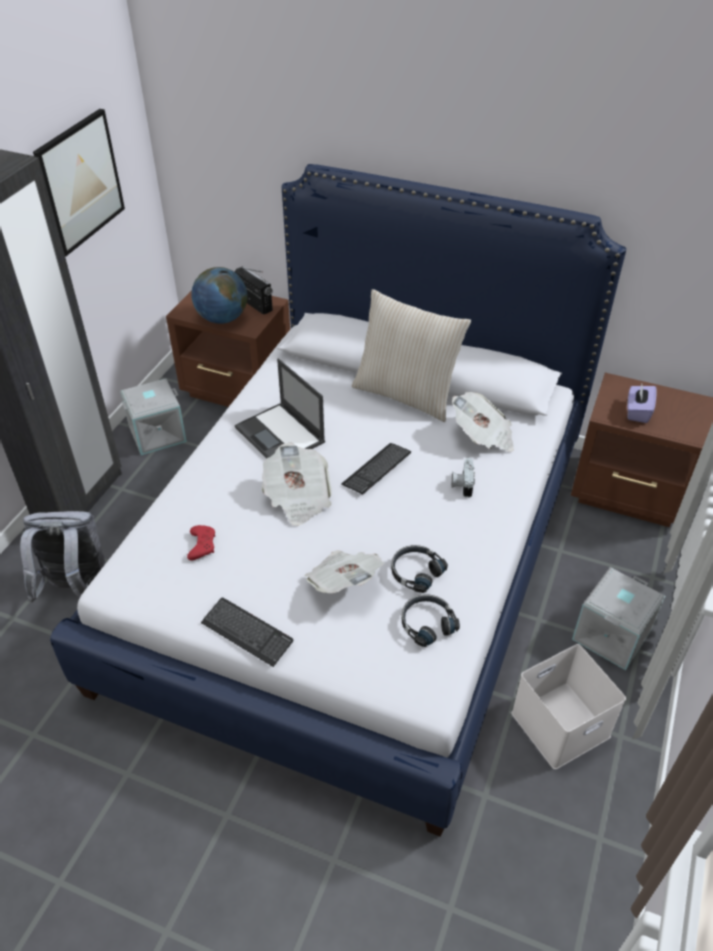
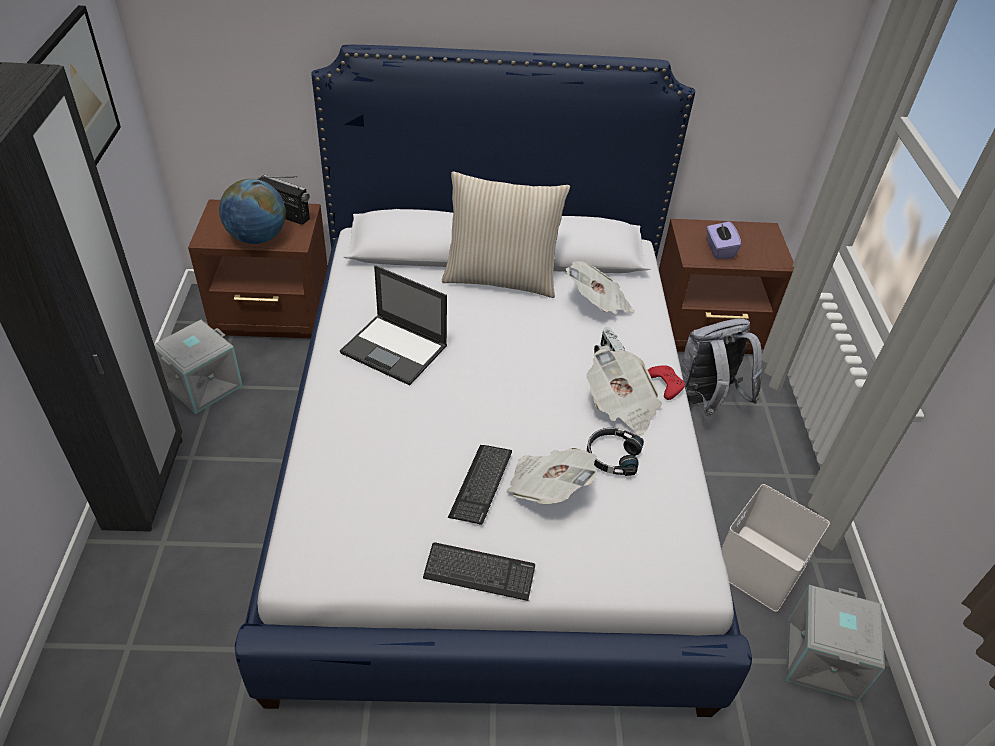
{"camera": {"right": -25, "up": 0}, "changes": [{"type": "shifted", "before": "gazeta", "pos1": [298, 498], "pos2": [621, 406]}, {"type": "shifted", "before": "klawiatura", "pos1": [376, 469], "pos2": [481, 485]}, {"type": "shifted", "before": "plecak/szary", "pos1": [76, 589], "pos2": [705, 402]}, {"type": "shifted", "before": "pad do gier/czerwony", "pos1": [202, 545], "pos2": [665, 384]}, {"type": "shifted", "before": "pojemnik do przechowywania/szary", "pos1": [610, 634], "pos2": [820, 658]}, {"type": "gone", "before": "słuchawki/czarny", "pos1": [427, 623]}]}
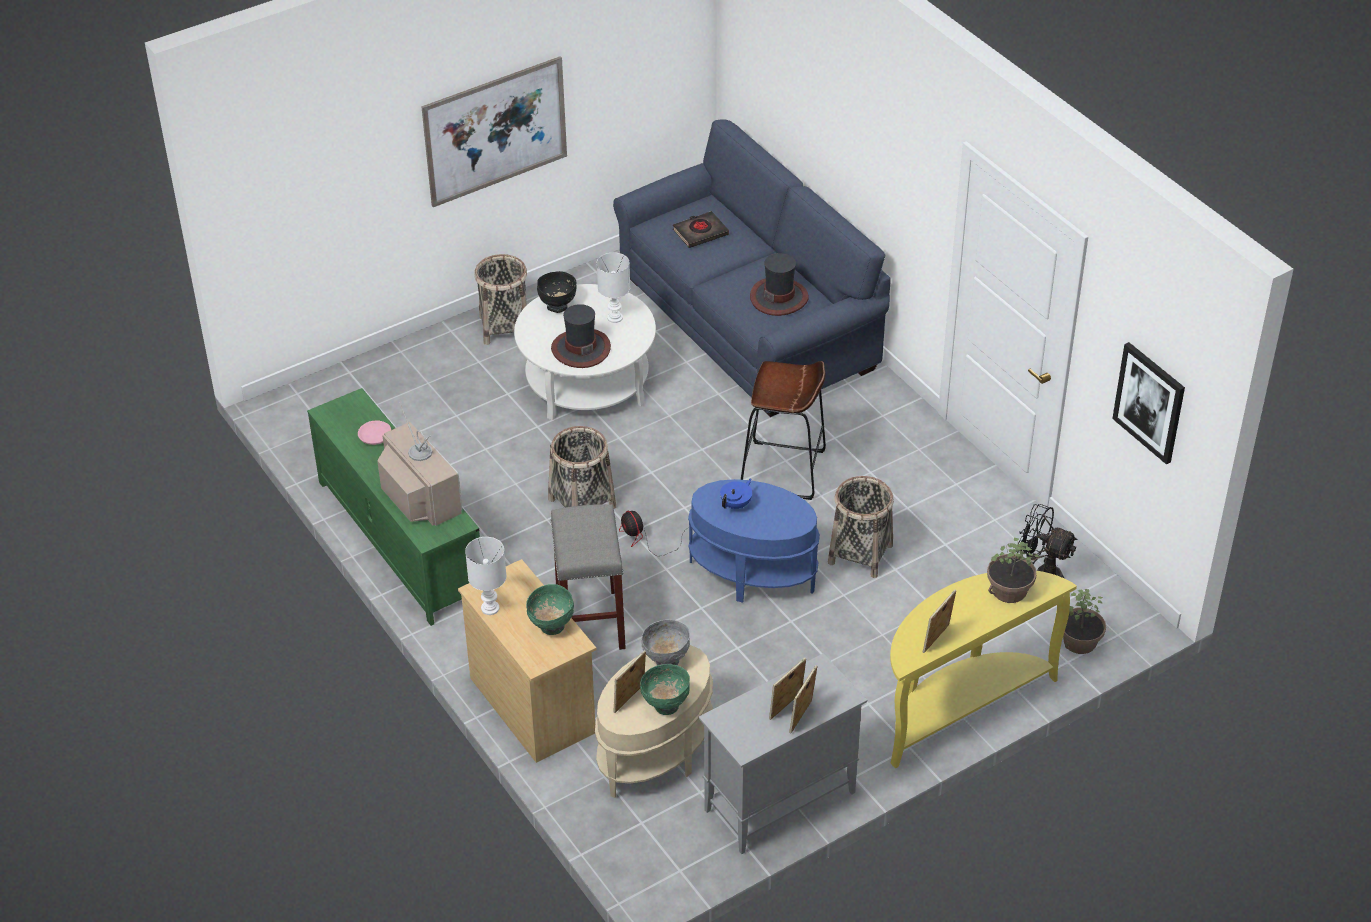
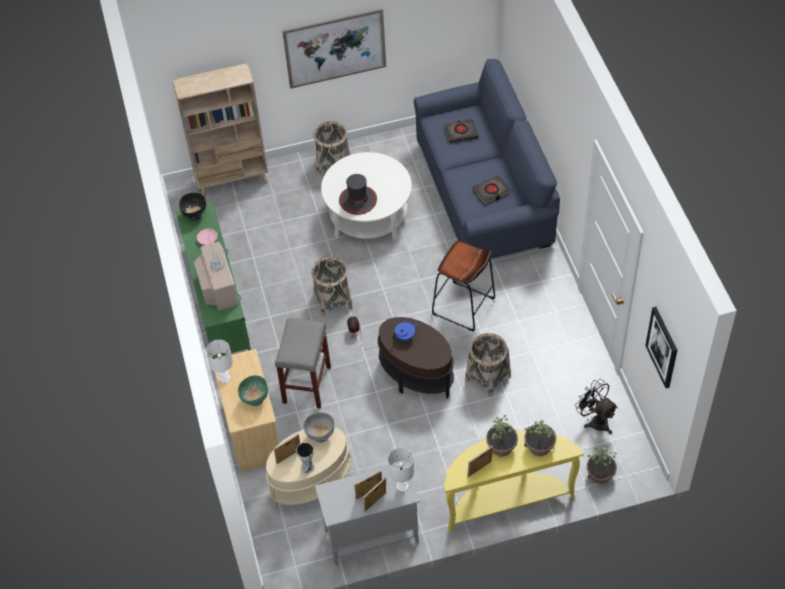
{"camera": {"right": 20, "up": 10}, "changes": [{"type": "shifted", "before": "lampa stołowa/biały", "pos1": [615, 317], "pos2": [403, 486]}, {"type": "swapped", "before": "kapelusz", "after": "książka/czarny", "pos1": [779, 297], "pos2": [491, 191]}, {"type": "shifted", "before": "miska/czarny", "pos1": [558, 307], "pos2": [195, 215]}, {"type": "repainted", "before": "stolik/niebieski", "after": "stolik/brązowy", "pos1": [752, 574], "pos2": [416, 375]}, {"type": "swapped", "before": "miska/zielony", "after": "wazon", "pos1": [666, 705], "pos2": [308, 467]}, {"type": "new", "after": "regał/beżowy", "pos2": [232, 180]}, {"type": "new", "after": "roślina doniczkowa", "pos2": [502, 446]}]}
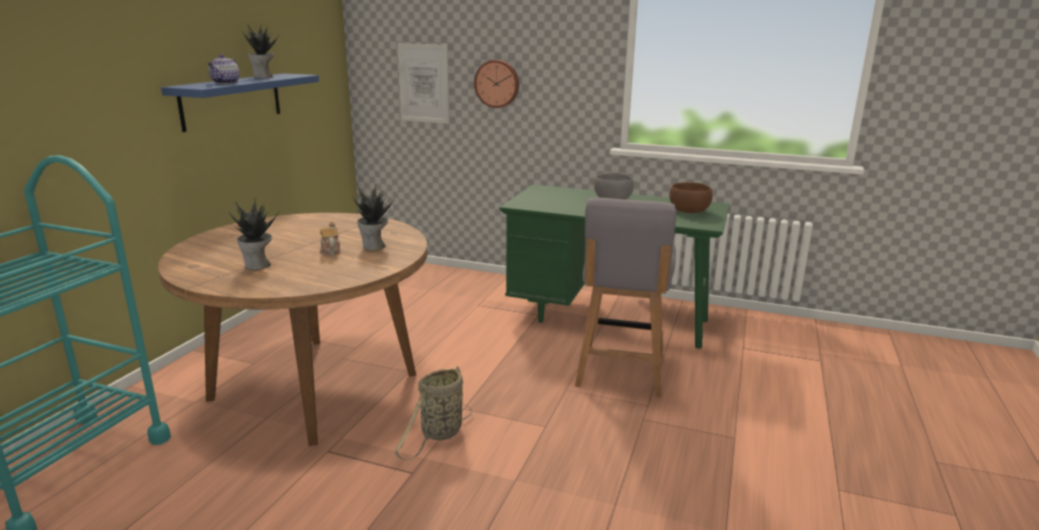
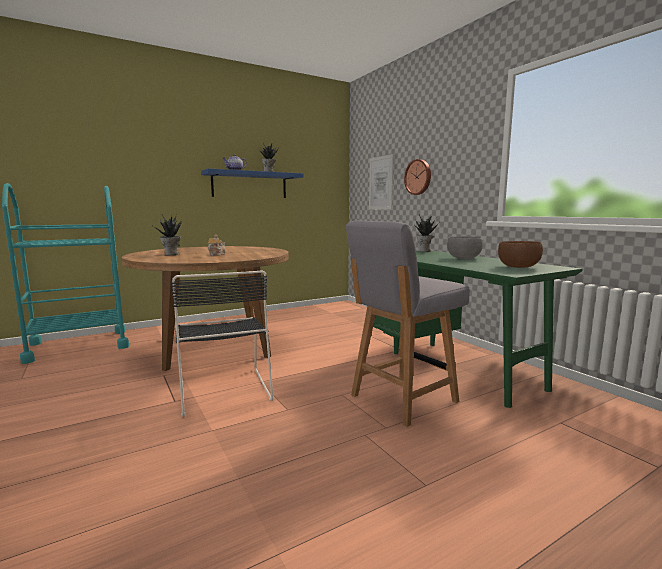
{"camera": {"right": 40, "up": -10}, "changes": [{"type": "shifted", "before": "roślina doniczkowa", "pos1": [374, 246], "pos2": [424, 251]}, {"type": "swapped", "before": "koszyk", "after": "krzesło/czarny", "pos1": [440, 434], "pos2": [223, 389]}]}
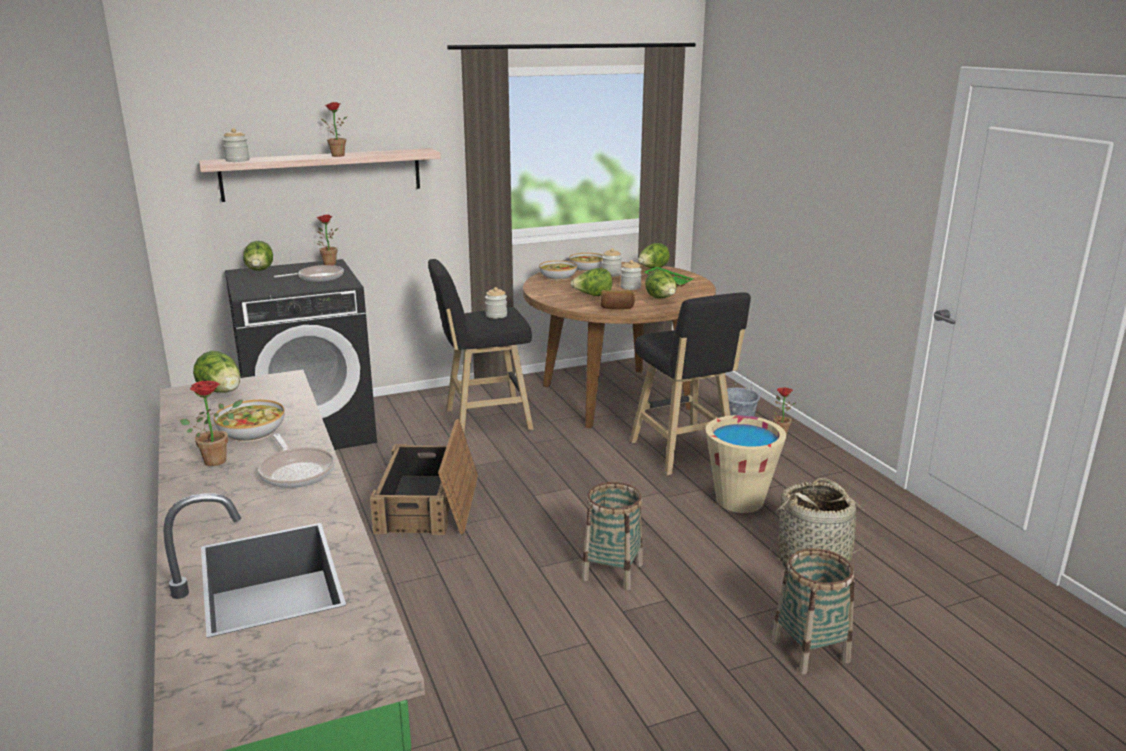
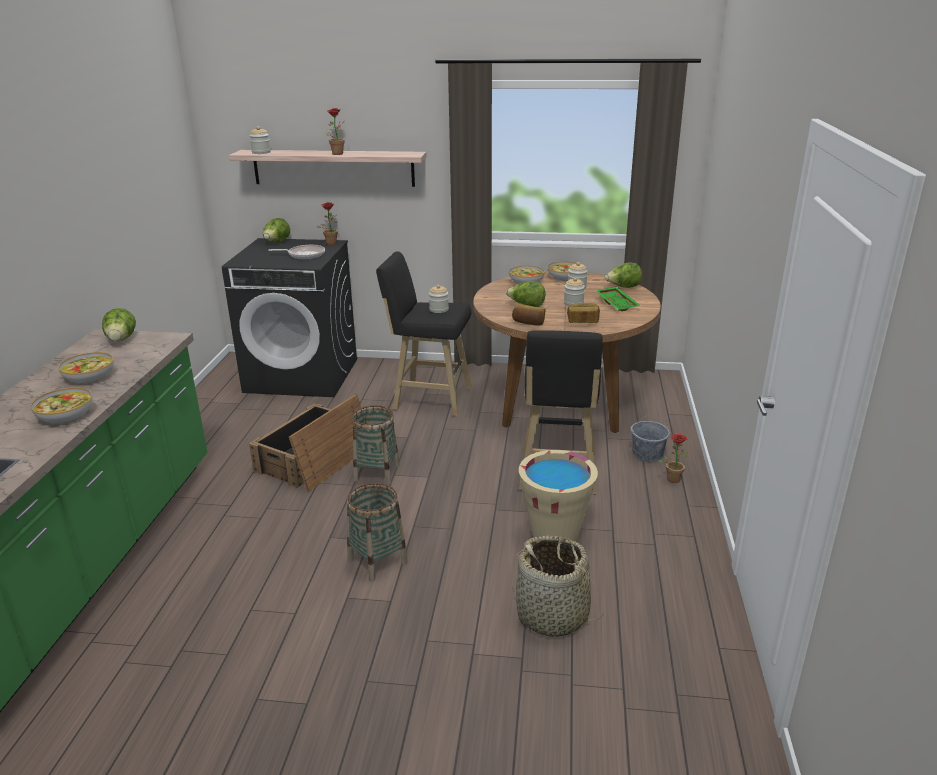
{"camera": {"right": 30, "up": 5}, "changes": [{"type": "swapped", "before": "sałata", "after": "chleb", "pos1": [661, 299], "pos2": [582, 321]}, {"type": "gone", "before": "roślina doniczkowa", "pos1": [219, 459]}, {"type": "swapped", "before": "patelnia", "after": "miska", "pos1": [296, 471], "pos2": [66, 415]}, {"type": "shifted", "before": "koszyk", "pos1": [810, 650], "pos2": [377, 472]}]}
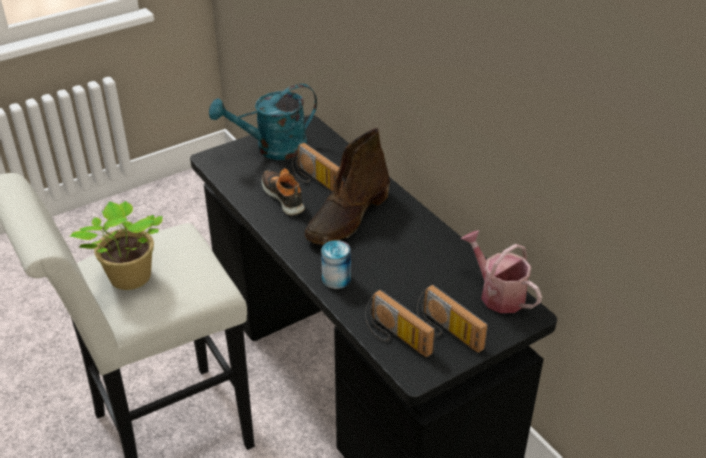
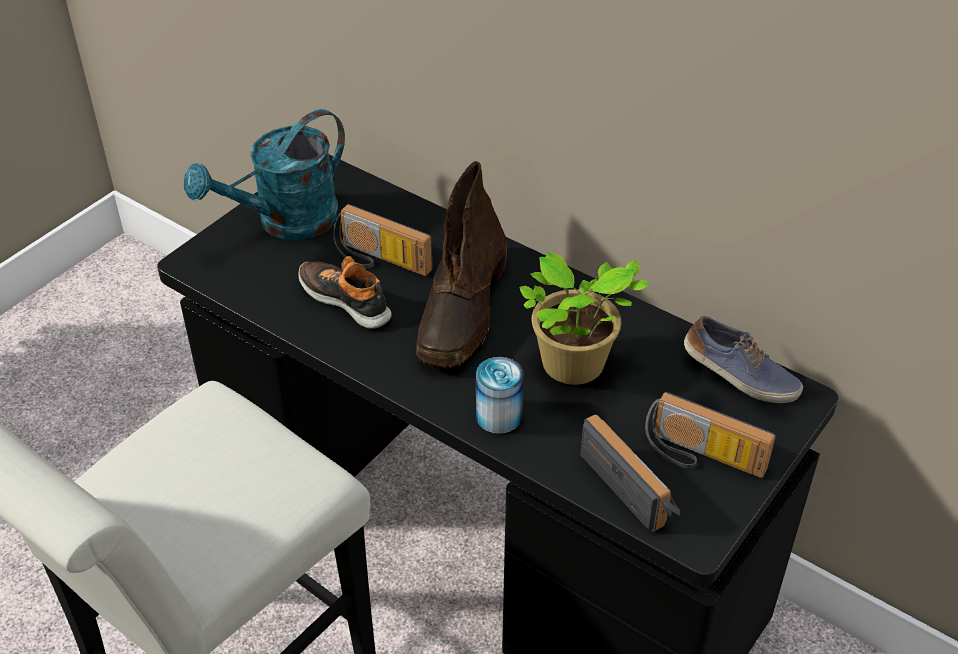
{"camera": {"right": -20, "up": 5}, "changes": [{"type": "shifted", "before": "roślina doniczkowa", "pos1": [128, 279], "pos2": [573, 367]}, {"type": "swapped", "before": "konewka", "after": "but", "pos1": [497, 293], "pos2": [739, 377]}, {"type": "rotated", "before": "radio", "pos1": [395, 337], "pos2": [633, 487], "turn": -150}]}
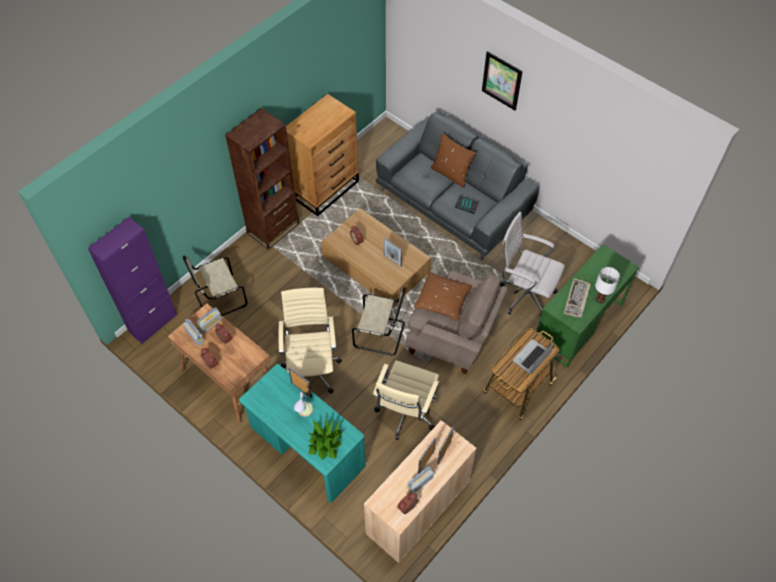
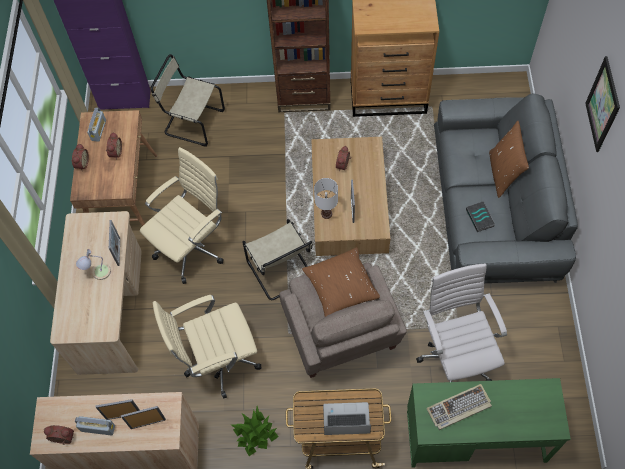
{"camera": {"right": 50, "up": 5}, "changes": [{"type": "shifted", "before": "lampa stołowa/biały", "pos1": [600, 299], "pos2": [326, 213]}, {"type": "gone", "before": "radio", "pos1": [210, 324]}, {"type": "repainted", "before": "biurko/turkusowy", "after": "biurko/beżowy", "pos1": [306, 448], "pos2": [112, 310]}, {"type": "shifted", "before": "roślina doniczkowa", "pos1": [325, 442], "pos2": [255, 433]}]}
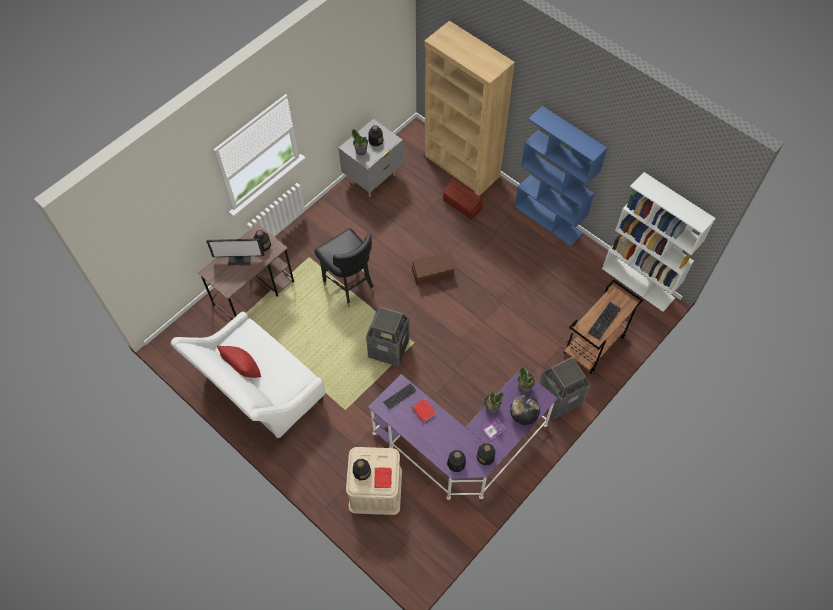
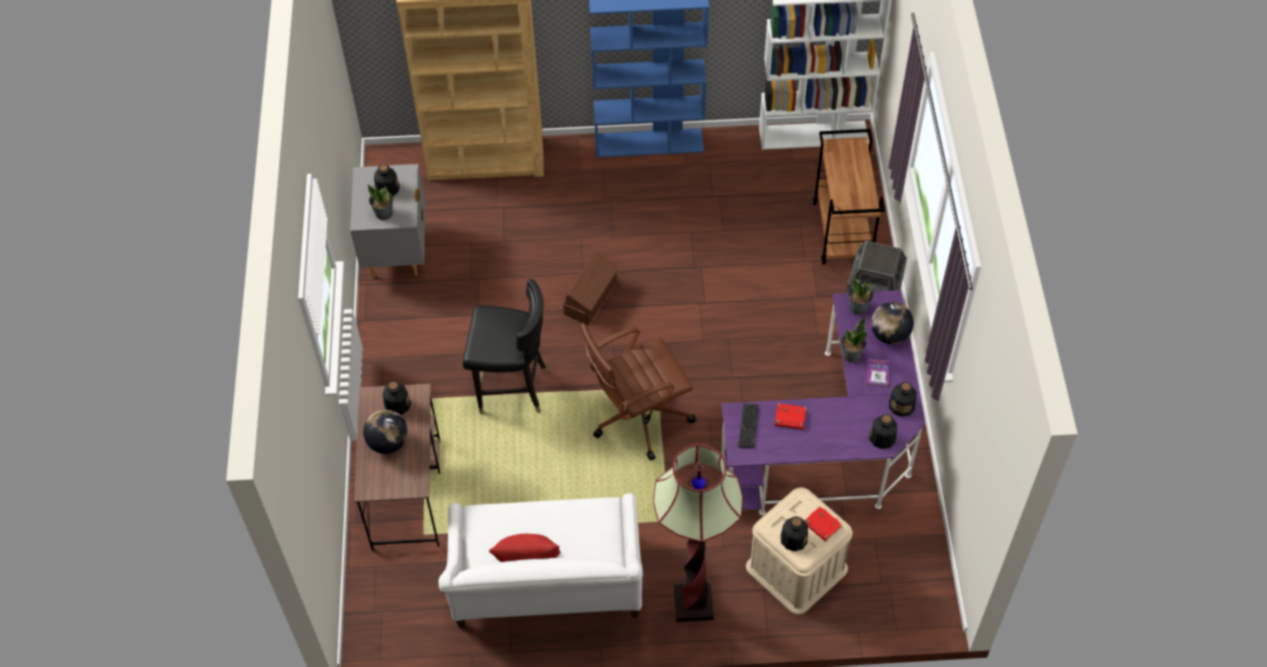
{"camera": {"right": -45, "up": -5}, "changes": [{"type": "gone", "before": "pojemnik do przechowywania/brązowy", "pos1": [462, 205]}, {"type": "swapped", "before": "monitor", "after": "globus", "pos1": [240, 259], "pos2": [388, 443]}, {"type": "gone", "before": "klawiatura", "pos1": [604, 322]}, {"type": "swapped", "before": "kosz na śmieci", "after": "krzesło biurowe/brązowy", "pos1": [389, 348], "pos2": [638, 416]}, {"type": "new", "after": "lampa stojąca", "pos2": [693, 603]}]}
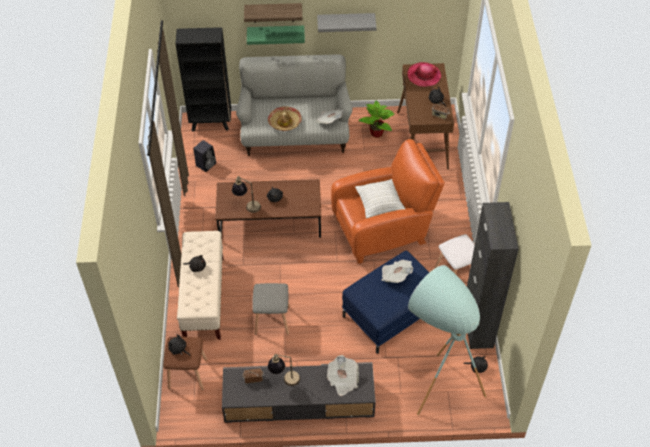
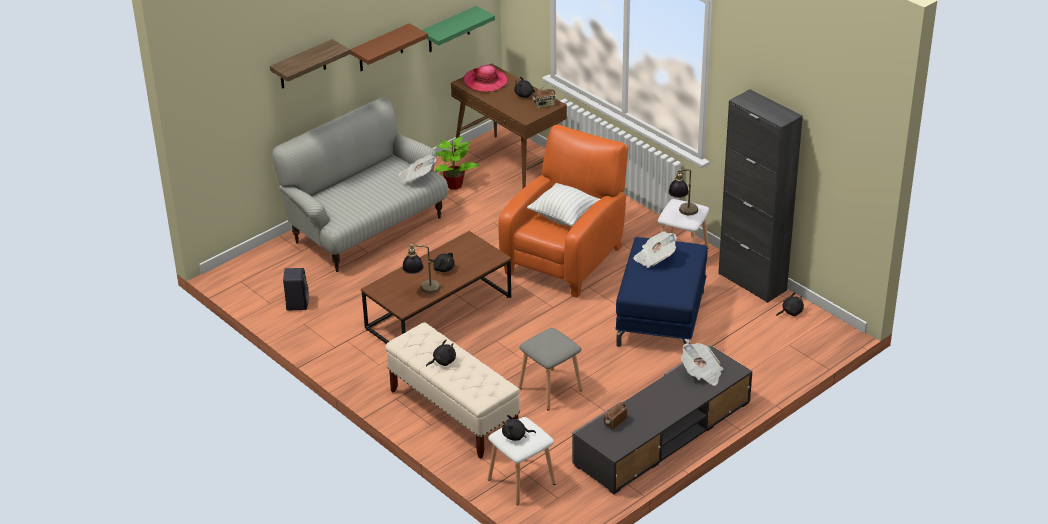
{"camera": {"right": -40, "up": -15}, "changes": [{"type": "repainted", "before": "półka/szary", "after": "półka/brązowy", "pos1": [345, 22], "pos2": [380, 48]}, {"type": "shifted", "before": "półka/zielony", "pos1": [276, 34], "pos2": [448, 30]}, {"type": "gone", "before": "regał/czarny", "pos1": [211, 123]}, {"type": "gone", "before": "kapelusz", "pos1": [285, 122]}, {"type": "gone", "before": "lampa stojąca/turkusowy", "pos1": [437, 378]}, {"type": "repainted", "before": "stołek/brązowy", "after": "stołek/biały", "pos1": [188, 373], "pos2": [522, 480]}, {"type": "shifted", "before": "lampa stołowa", "pos1": [284, 379], "pos2": [682, 213]}]}
